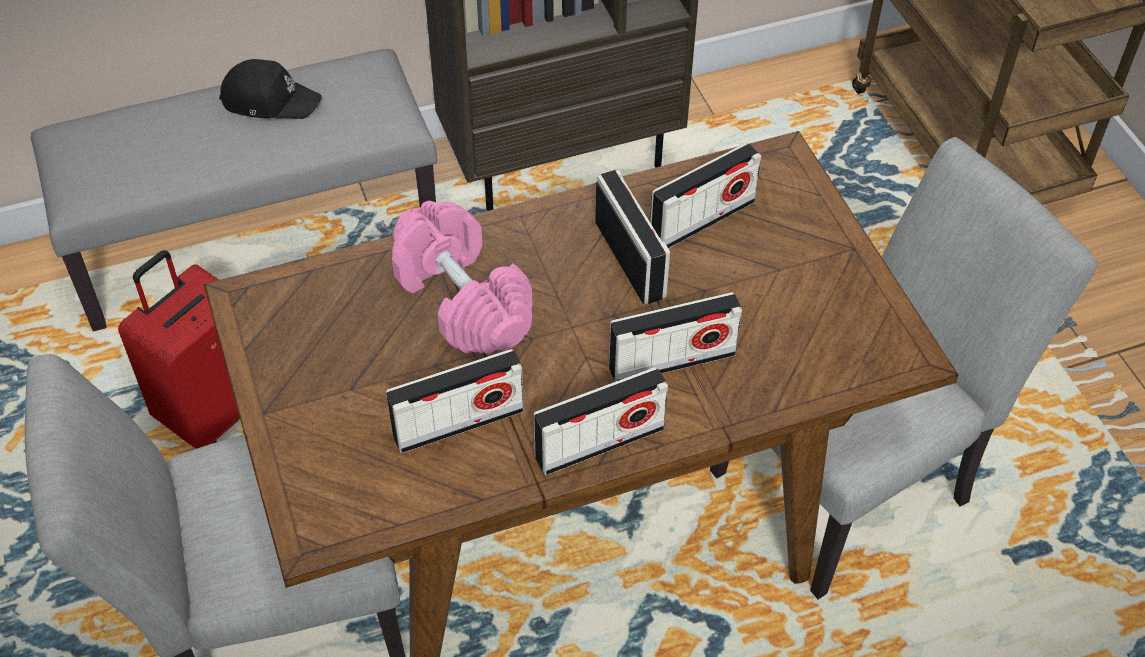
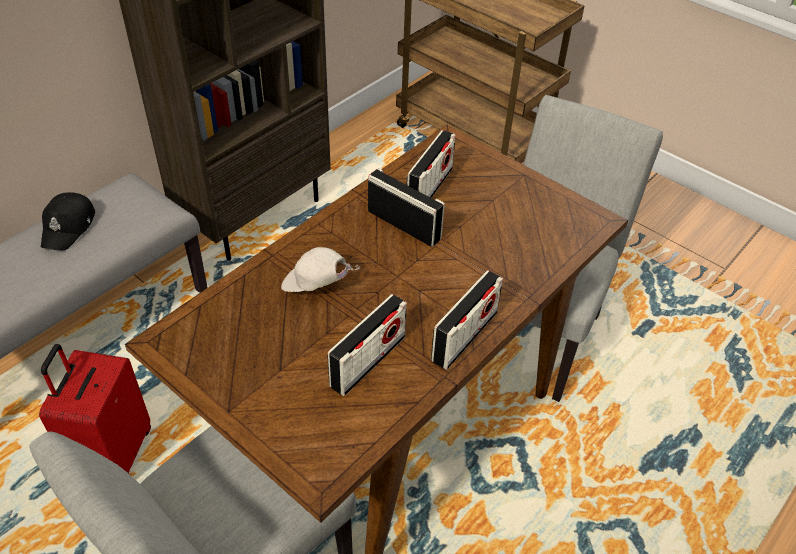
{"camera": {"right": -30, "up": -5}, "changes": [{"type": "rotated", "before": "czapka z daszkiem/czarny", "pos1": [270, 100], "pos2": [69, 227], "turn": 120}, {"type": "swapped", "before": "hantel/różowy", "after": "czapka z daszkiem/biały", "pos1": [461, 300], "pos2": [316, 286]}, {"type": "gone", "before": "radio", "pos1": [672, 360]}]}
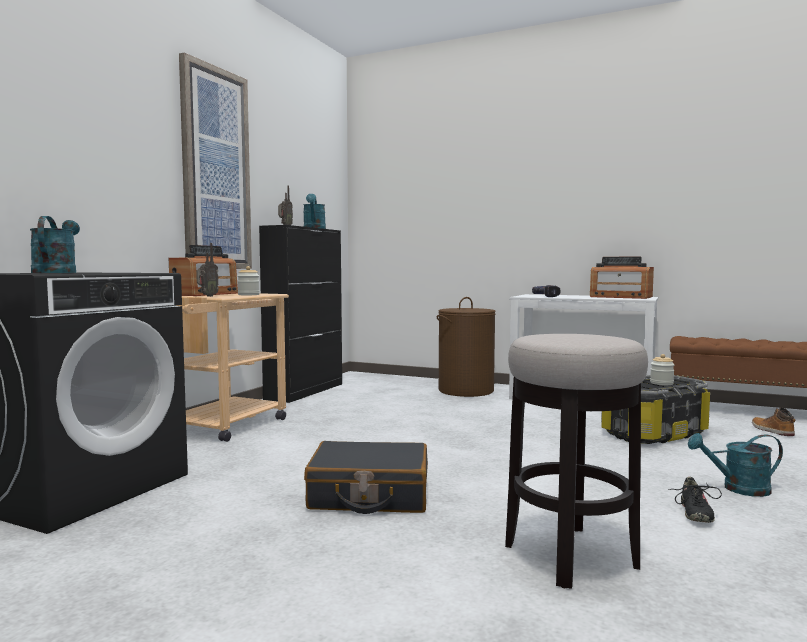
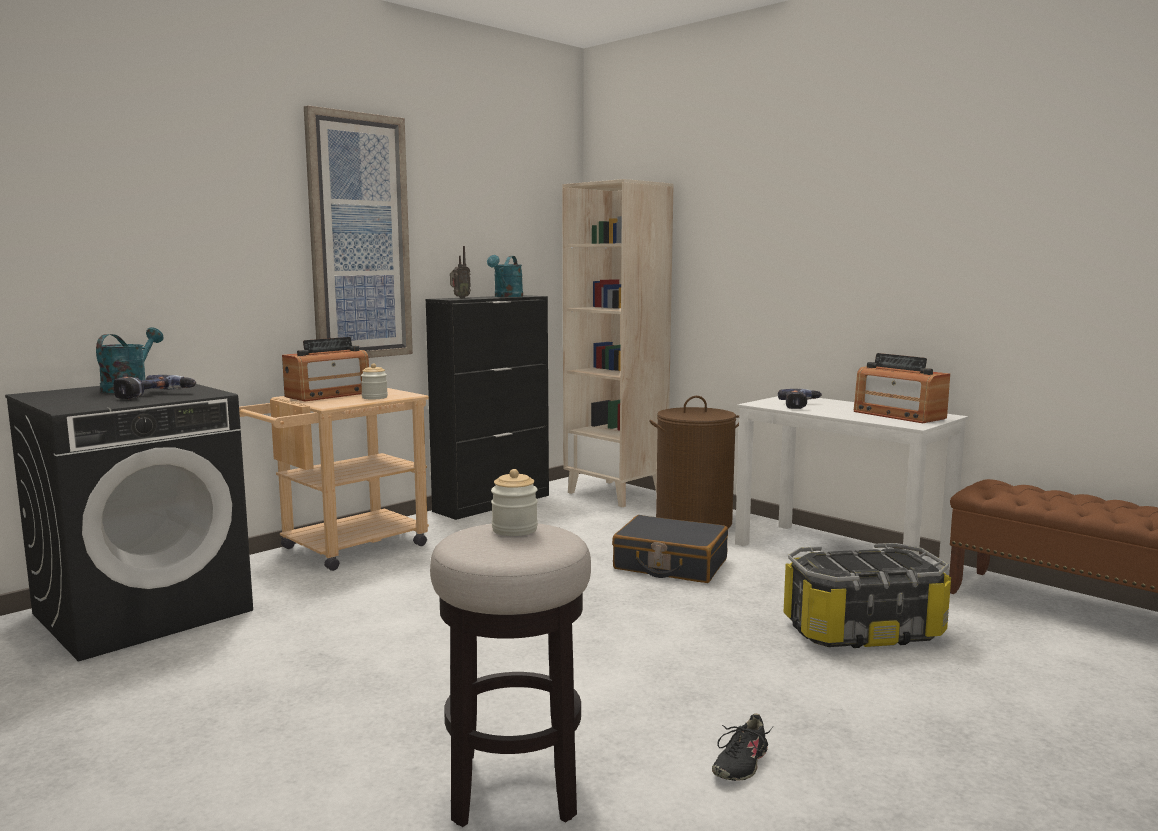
{"camera": {"right": 20, "up": 5}, "changes": [{"type": "gone", "before": "radio", "pos1": [207, 296]}, {"type": "shifted", "before": "słoik", "pos1": [661, 383], "pos2": [514, 529]}, {"type": "gone", "before": "but z cholewką", "pos1": [771, 431]}, {"type": "gone", "before": "konewka/turkusowy", "pos1": [738, 489]}, {"type": "shifted", "before": "walizka/czarny", "pos1": [369, 495], "pos2": [670, 565]}, {"type": "new", "after": "regał/beżowy", "pos2": [616, 494]}, {"type": "new", "after": "wiertarka", "pos2": [155, 395]}]}
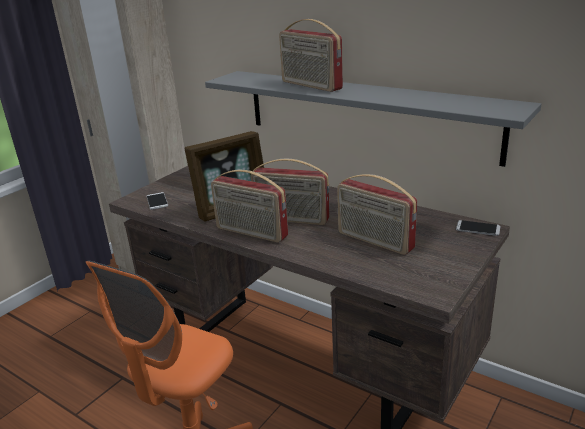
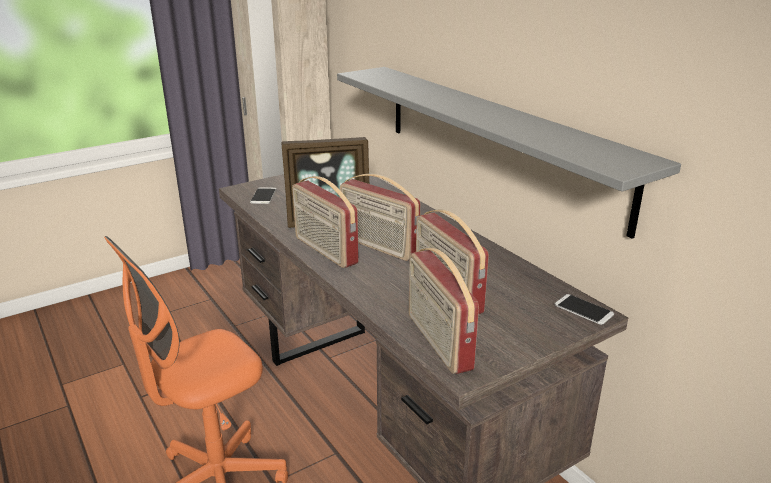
{"camera": {"right": 20, "up": 0}, "changes": [{"type": "shifted", "before": "radio", "pos1": [310, 85], "pos2": [437, 342]}]}
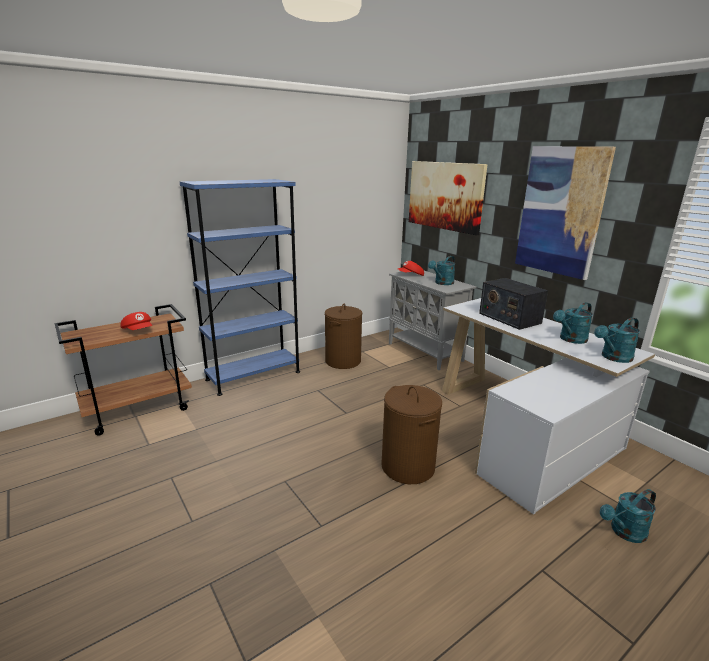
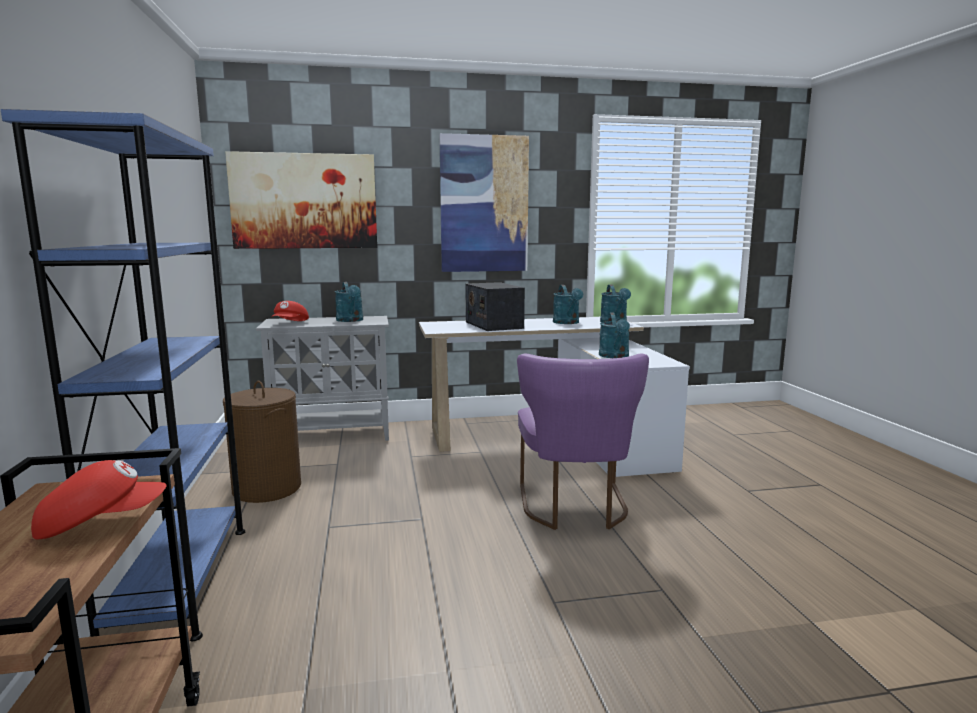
{"camera": {"right": -65, "up": -10}, "changes": [{"type": "rotated", "before": "radio", "pos1": [509, 318], "pos2": [493, 325], "turn": 75}, {"type": "swapped", "before": "kosz na pranie/brązowy", "after": "krzesło/fioletowy", "pos1": [407, 466], "pos2": [575, 508]}, {"type": "shifted", "before": "konewka/turkusowy", "pos1": [624, 532], "pos2": [615, 356]}]}
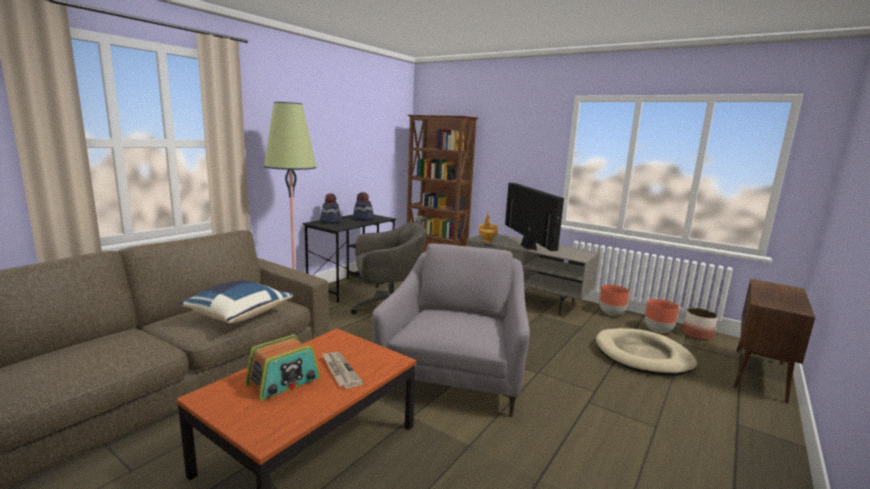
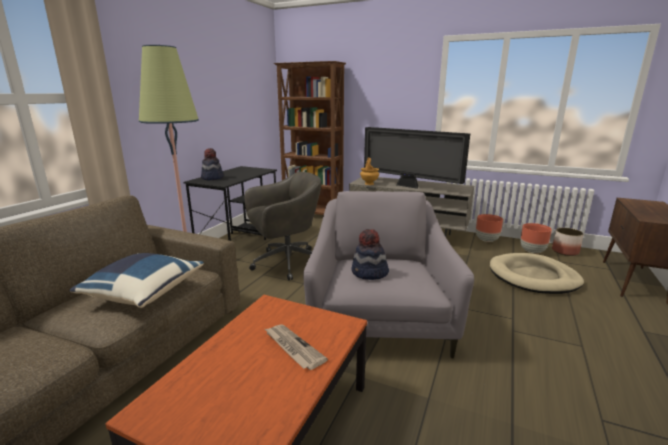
{"camera": {"right": -10, "up": 5}, "changes": [{"type": "rotated", "before": "telewizor", "pos1": [528, 247], "pos2": [409, 186], "turn": 150}, {"type": "shifted", "before": "kapelusz", "pos1": [363, 219], "pos2": [369, 273]}, {"type": "gone", "before": "radio", "pos1": [284, 382]}]}
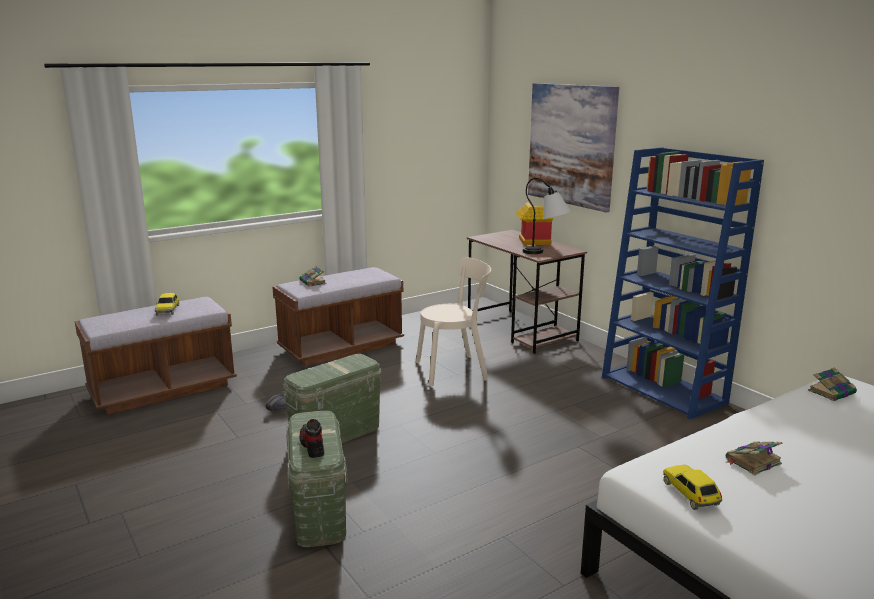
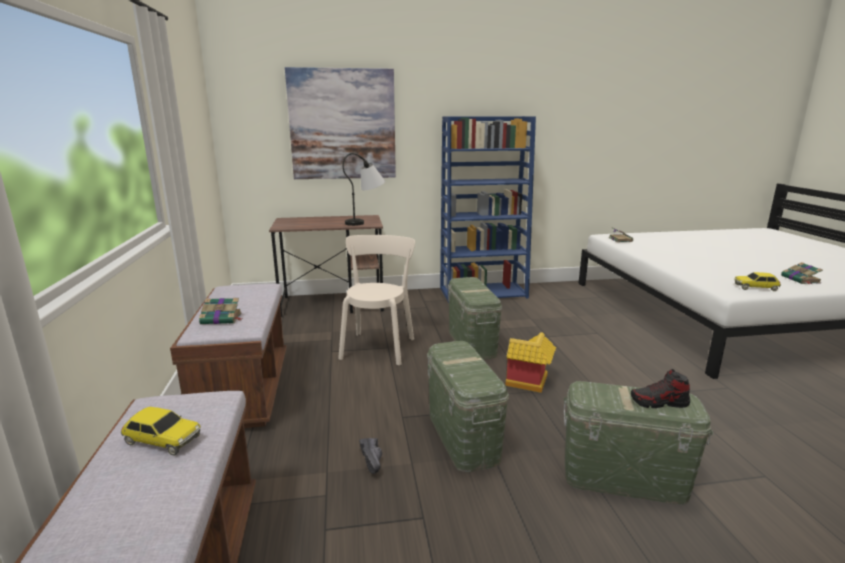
{"camera": {"right": -65, "up": 0}, "changes": [{"type": "shifted", "before": "domek", "pos1": [531, 242], "pos2": [528, 383]}, {"type": "shifted", "before": "książka", "pos1": [752, 462], "pos2": [801, 280]}, {"type": "new", "after": "pojemnik do przechowywania/zielony", "pos2": [472, 343]}]}
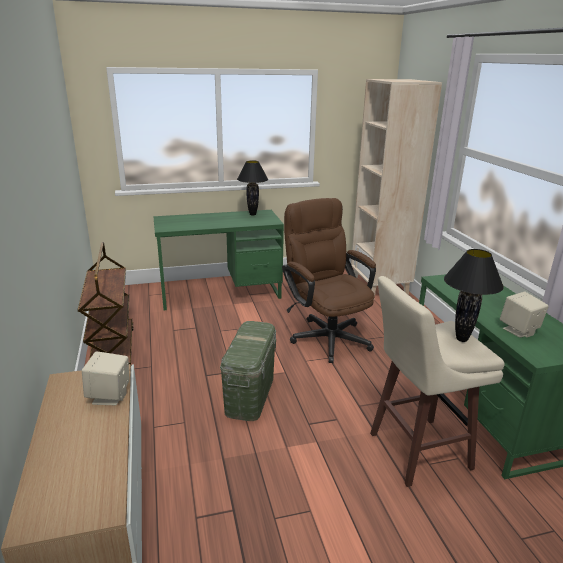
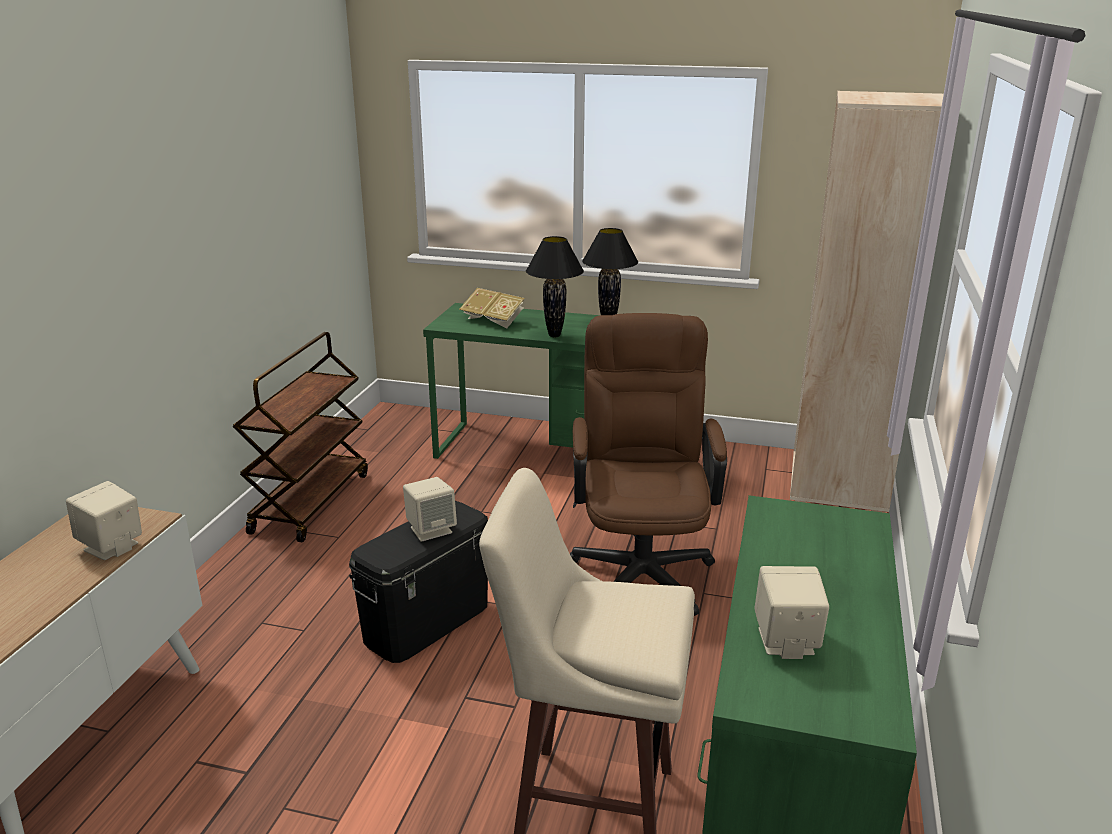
{"camera": {"right": 30, "up": 0}, "changes": [{"type": "shifted", "before": "lampa stołowa/czarny", "pos1": [461, 339], "pos2": [554, 335]}, {"type": "repainted", "before": "pojemnik do przechowywania/zielony", "after": "pojemnik do przechowywania/czarny", "pos1": [250, 394], "pos2": [427, 622]}, {"type": "new", "after": "książka", "pos2": [493, 320]}, {"type": "new", "after": "głośnik/beżowy", "pos2": [431, 530]}]}
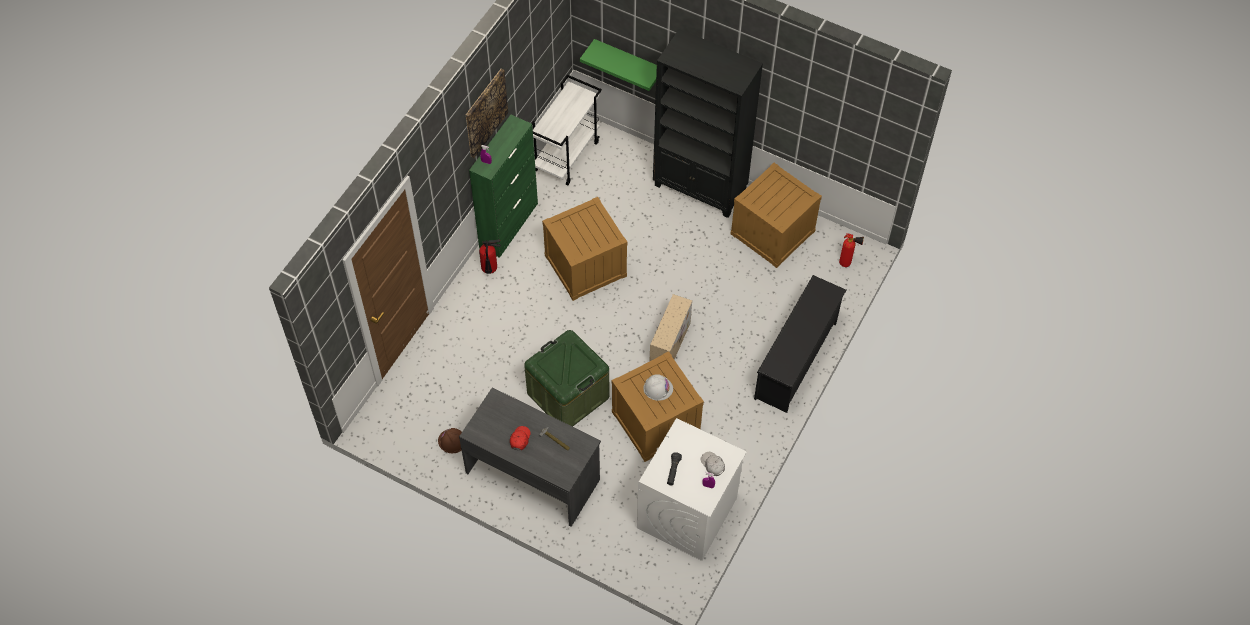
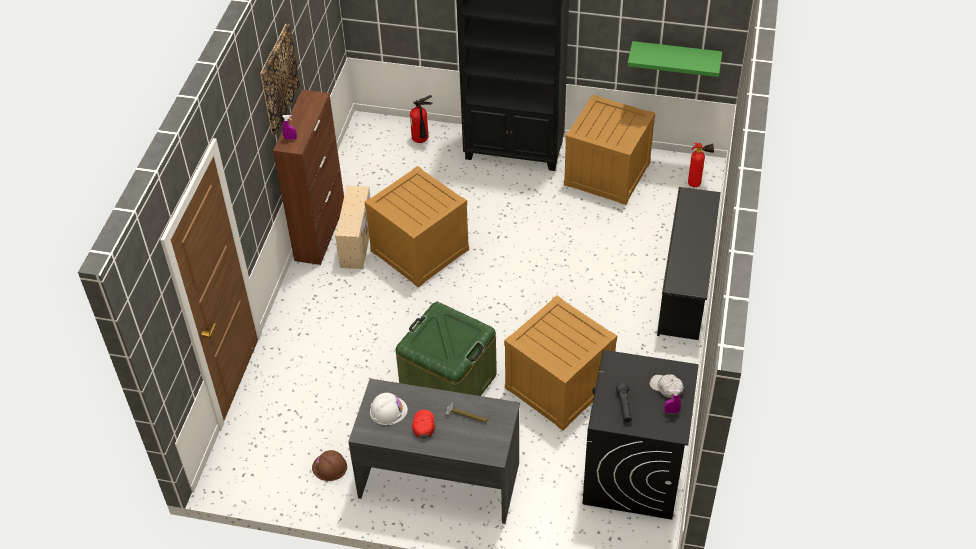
{"camera": {"right": -15, "up": -10}, "changes": [{"type": "shifted", "before": "półka/zielony", "pos1": [628, 61], "pos2": [675, 57]}, {"type": "gone", "before": "wózek/biały", "pos1": [566, 155]}, {"type": "repainted", "before": "szafka/zielony", "after": "szafka/brązowy", "pos1": [509, 225], "pos2": [320, 231]}, {"type": "shifted", "before": "gaśnica", "pos1": [490, 270], "pos2": [421, 141]}, {"type": "shifted", "before": "pojemnik do przechowywania/beżowy", "pos1": [670, 343], "pos2": [357, 241]}, {"type": "shifted", "before": "kask/biały", "pos1": [658, 388], "pos2": [388, 410]}, {"type": "repainted", "before": "pralka/biały", "after": "pralka/czarny", "pos1": [687, 514], "pos2": [633, 473]}]}
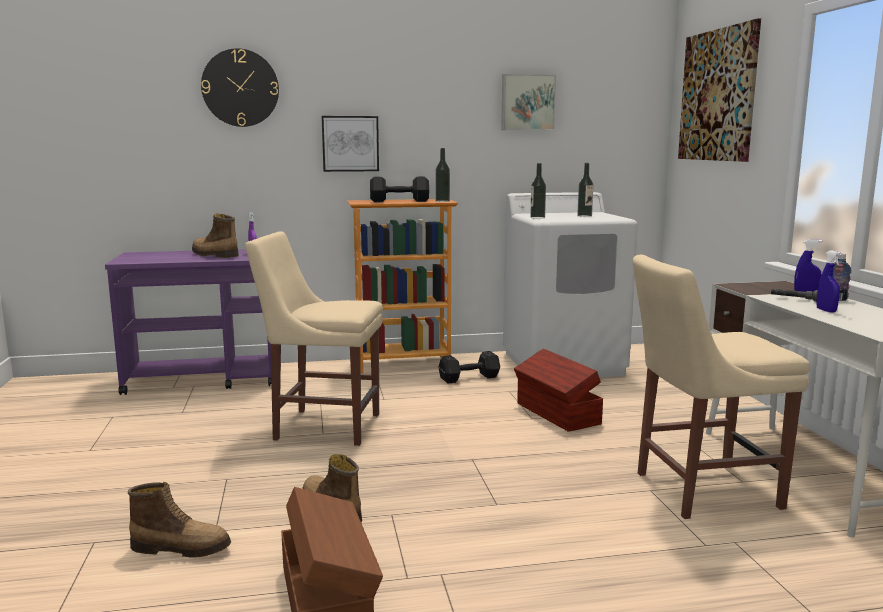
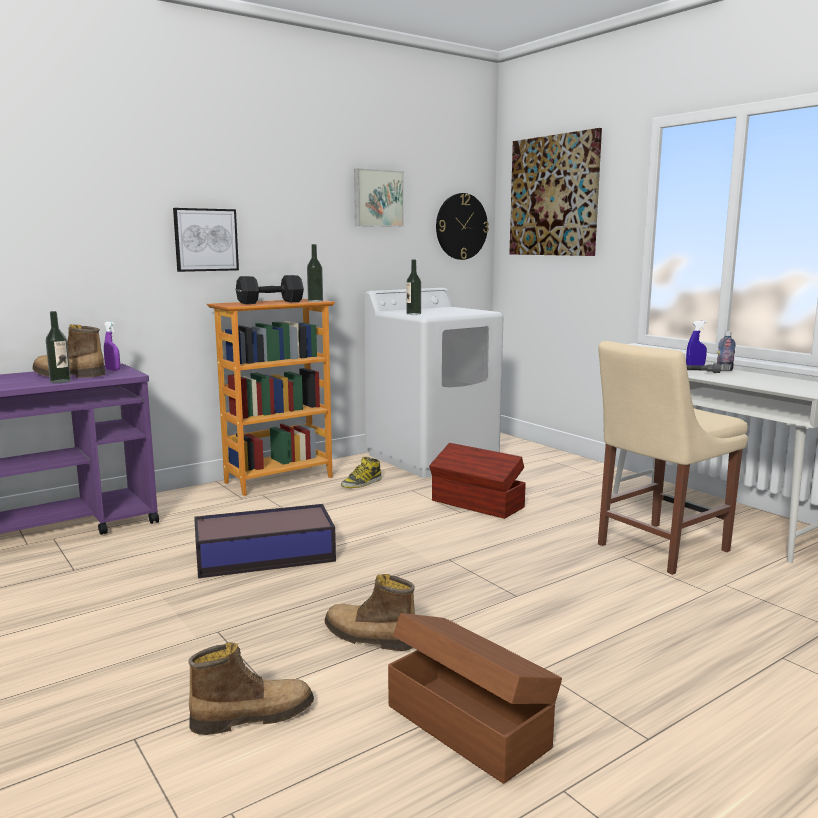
{"camera": {"right": -25, "up": 0}, "changes": [{"type": "shifted", "before": "zegar ścienny", "pos1": [240, 88], "pos2": [461, 226]}, {"type": "shifted", "before": "butelka", "pos1": [584, 216], "pos2": [60, 381]}, {"type": "swapped", "before": "krzesło/beżowy", "after": "pojemnik do przechowywania", "pos1": [322, 426], "pos2": [263, 555]}, {"type": "gone", "before": "spryskiwacz/niebieski", "pos1": [826, 310]}, {"type": "swapped", "before": "hantel/czarny", "after": "but z cholewką", "pos1": [470, 378], "pos2": [362, 483]}]}
